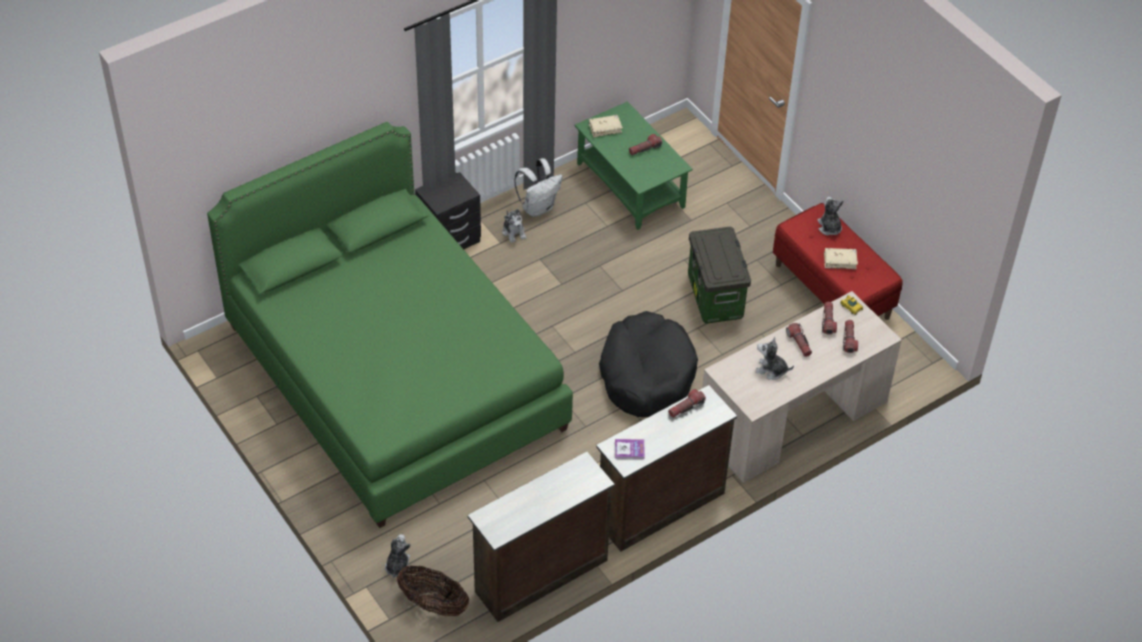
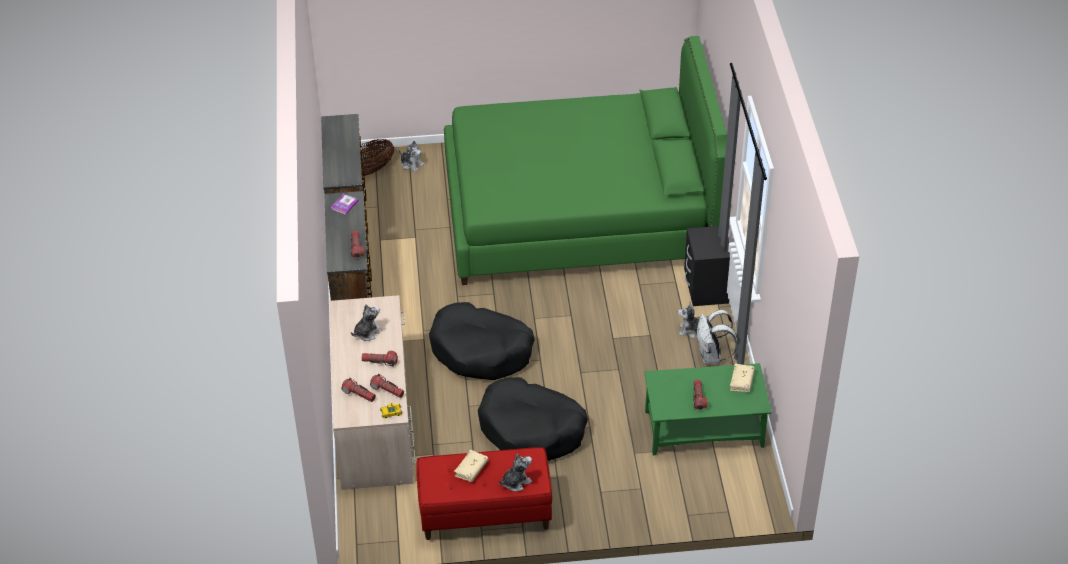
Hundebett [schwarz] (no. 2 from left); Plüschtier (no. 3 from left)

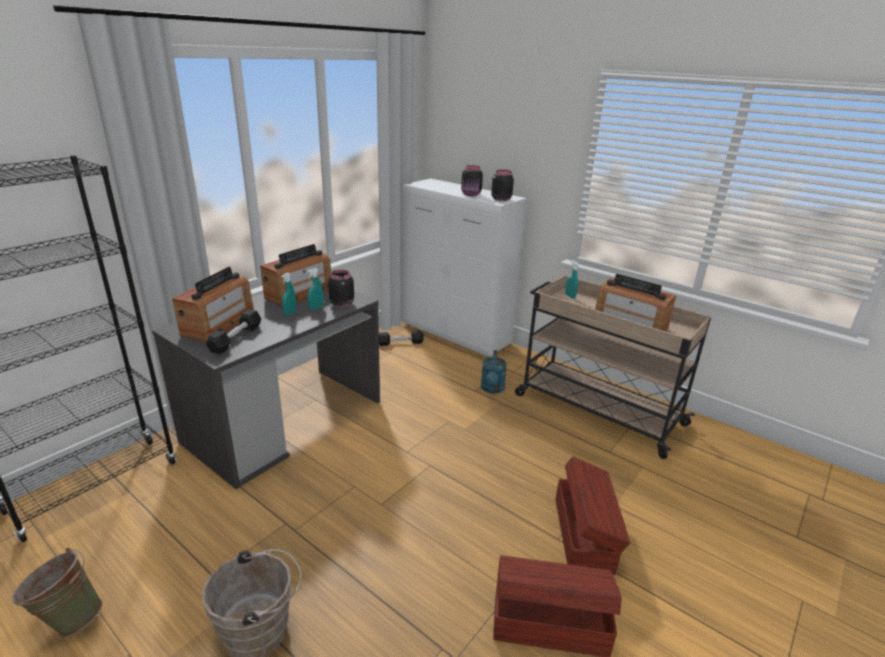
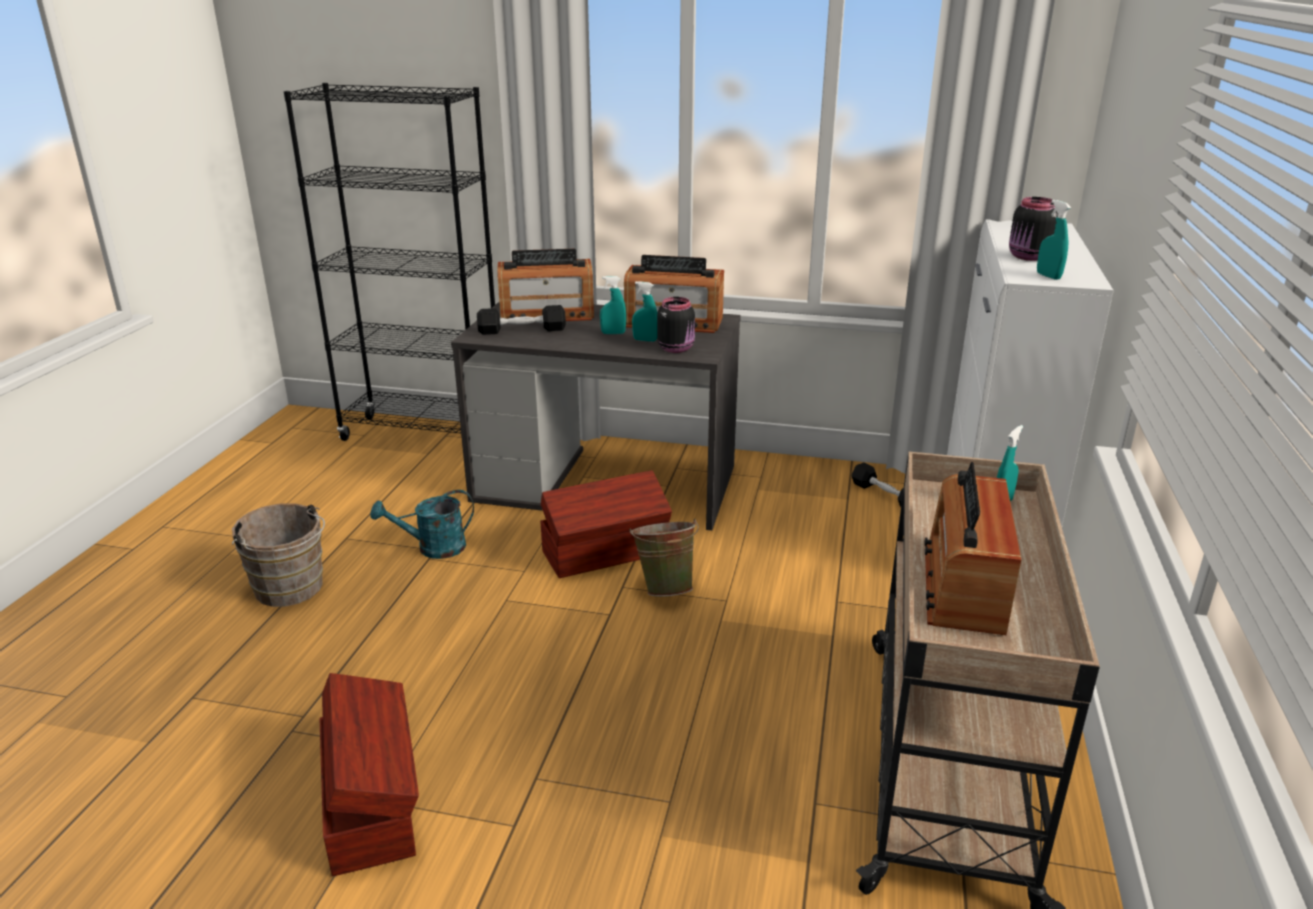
Gießkanne [türkis]; Aufbewahrungsbox [braun] (no. 2 from left); Eimer [grün]; Sprühflasche [türkis] (no. 4 from left)

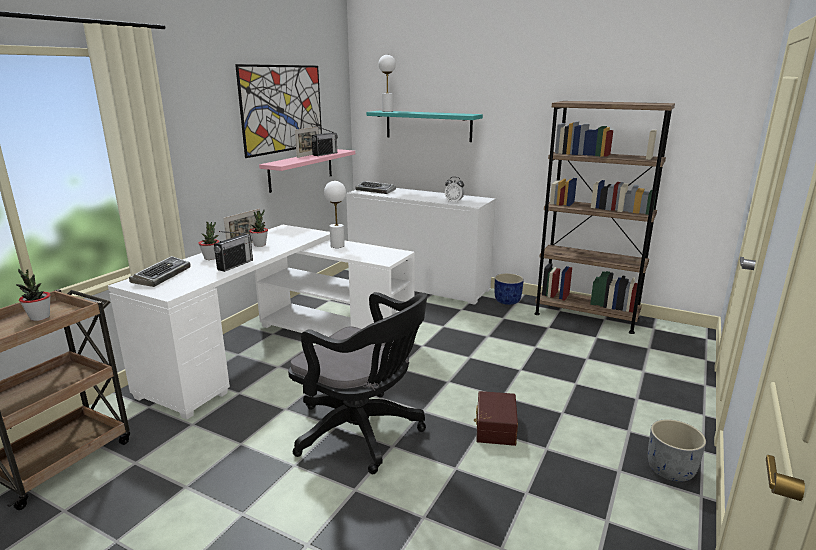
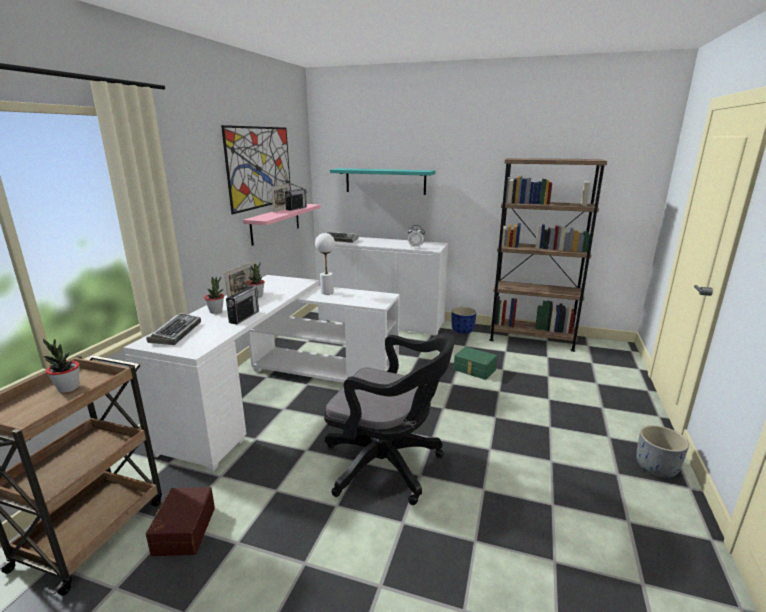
Aufbewahrungsbox [braun]; Aufbewahrungsbox [grün]; Tischlampe [weiß] (no. 2 from left in the first image)

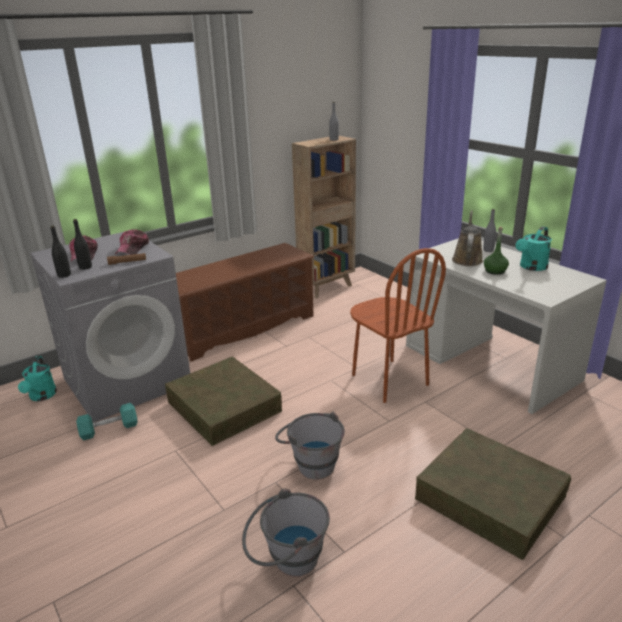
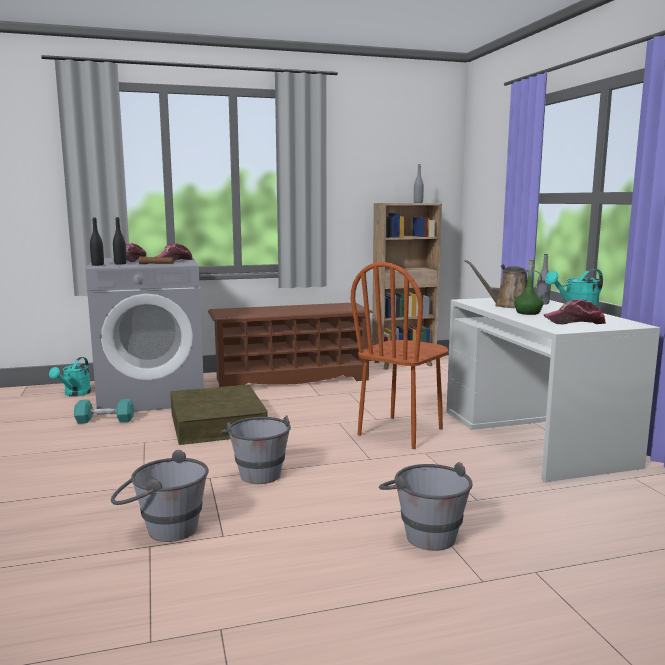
Stuhl [braun]; Eimer [grau] (no. 3 from left); Gießkanne [braun]; Kappe (no. 3 from left)

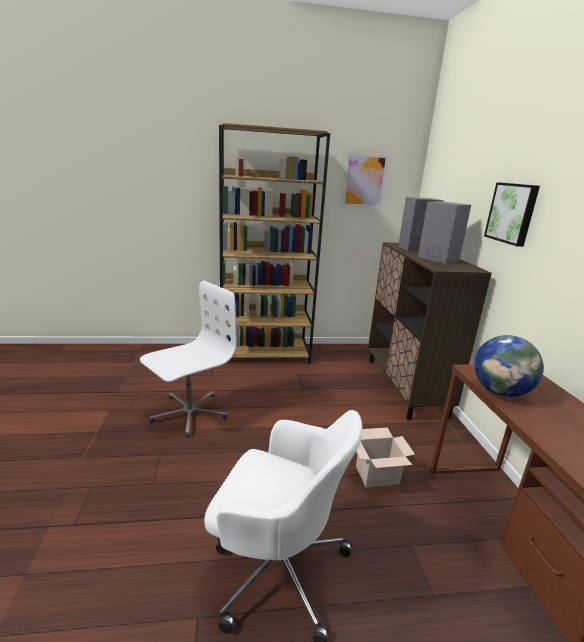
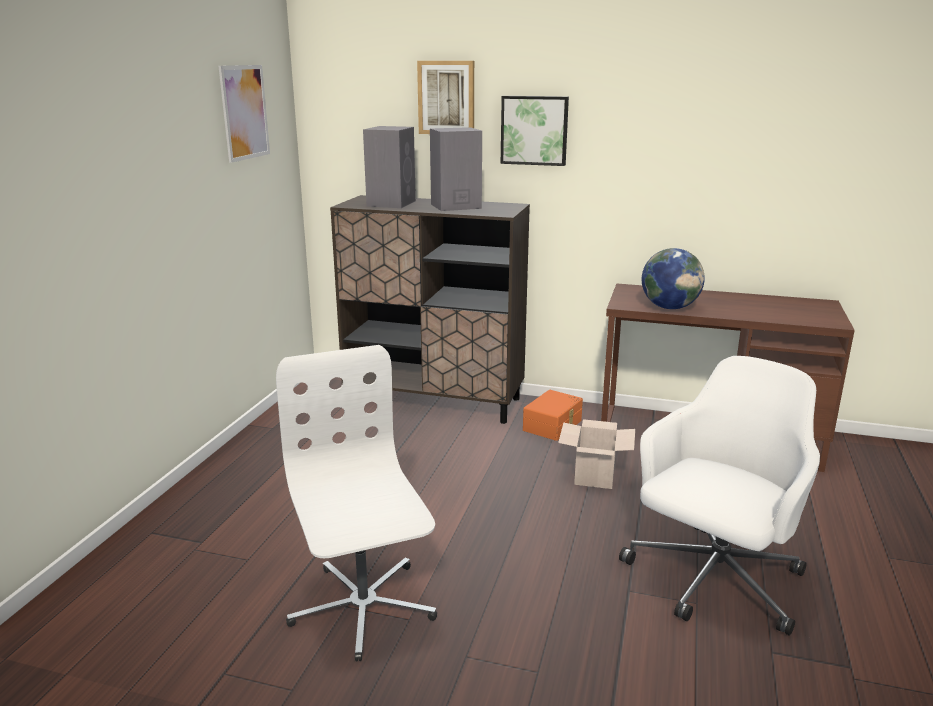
Bild (no. 2 from left); Aufbewahrungsbox [orange]; Bücherregal [braun]

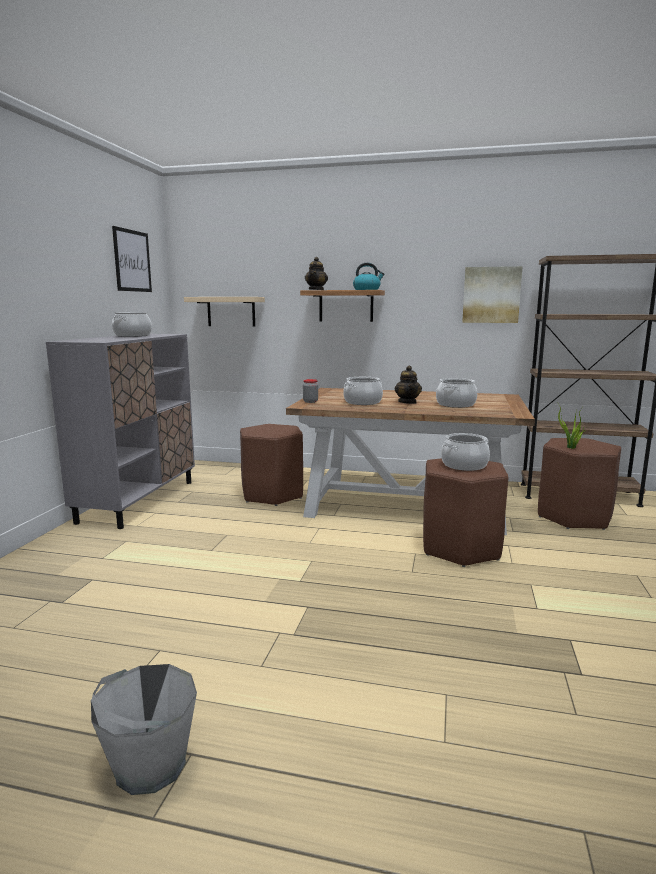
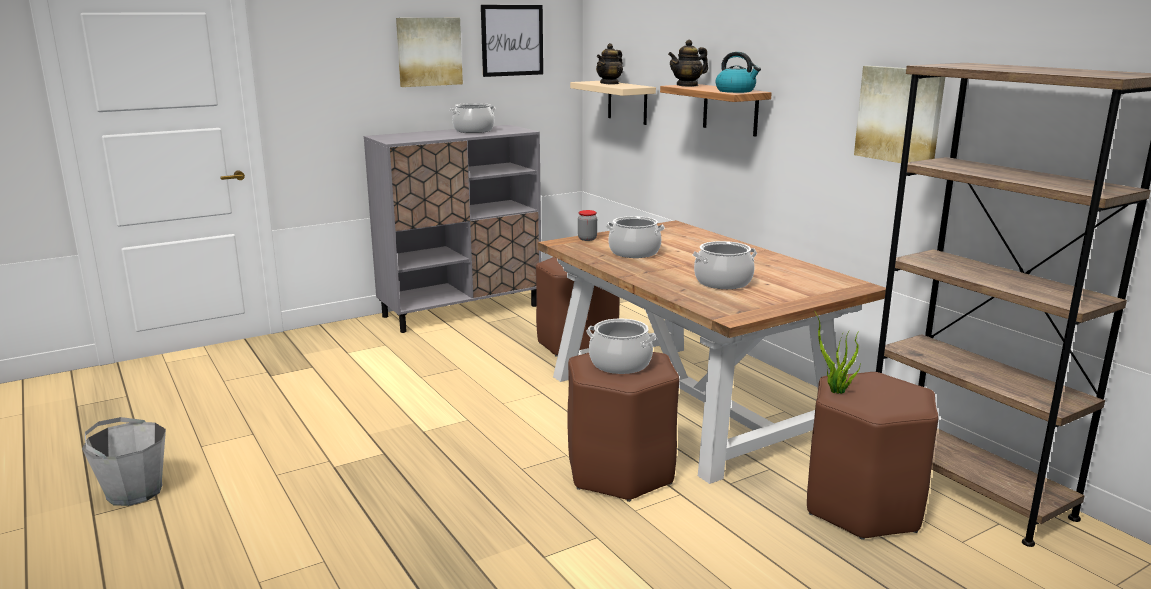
Bild (no. 1 from left); Teekanne (no. 1 from left)

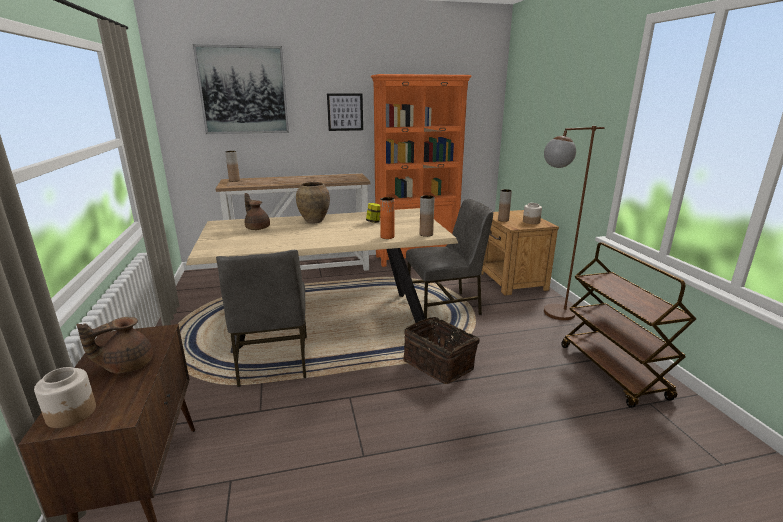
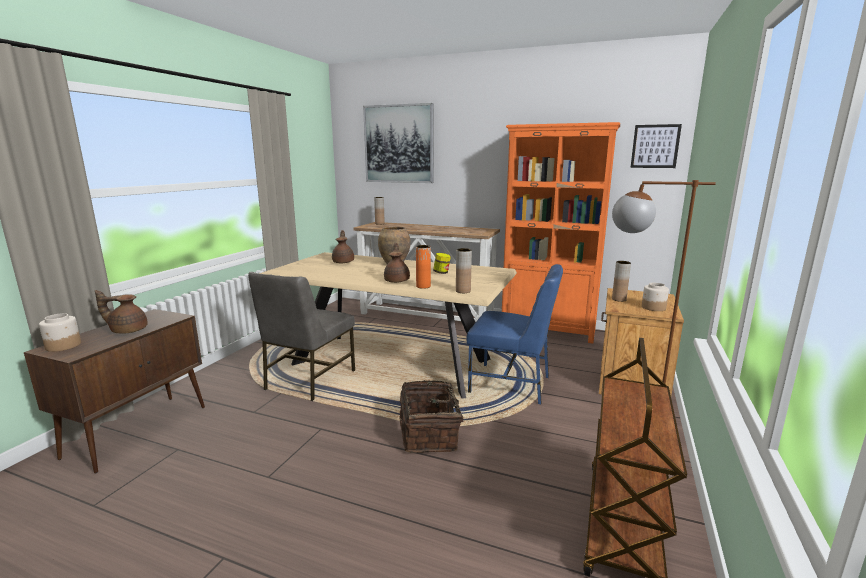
Teekanne [braun] (no. 3 from left); Stuhl [blau]; Bild (no. 2 from left)

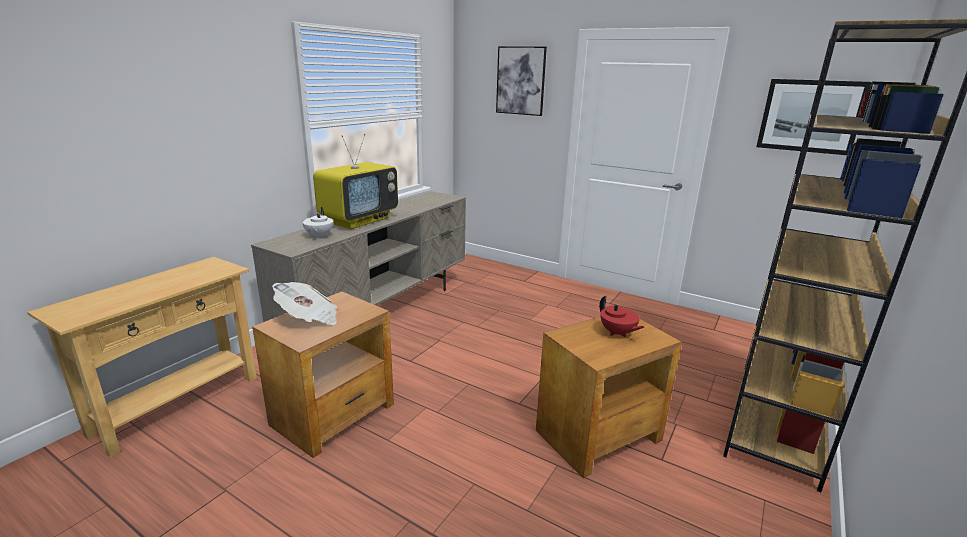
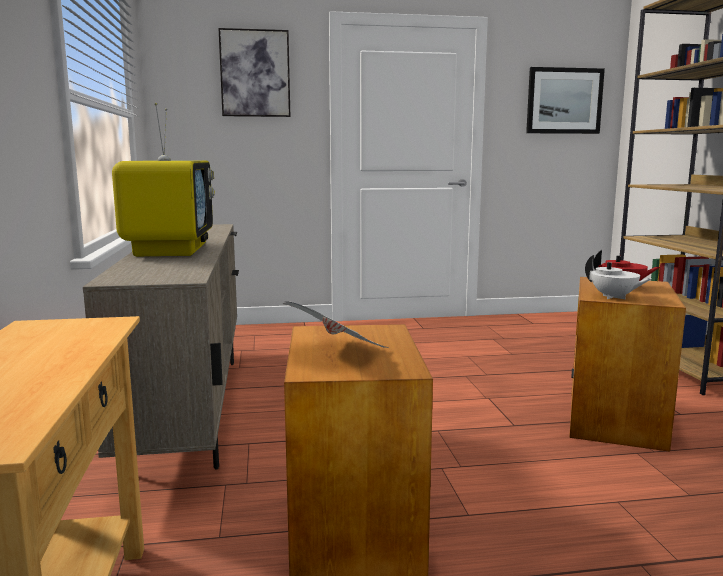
Teekanne [weiß]

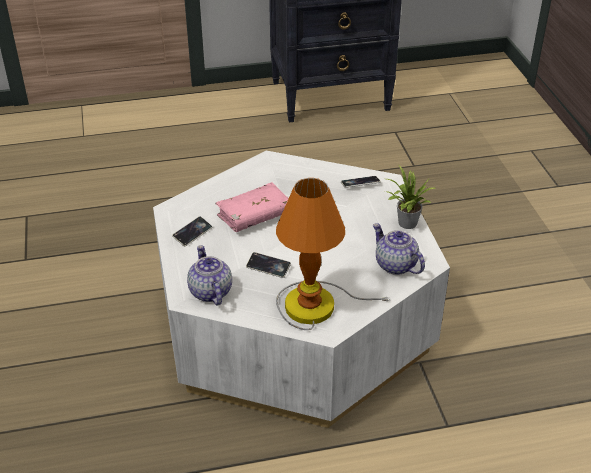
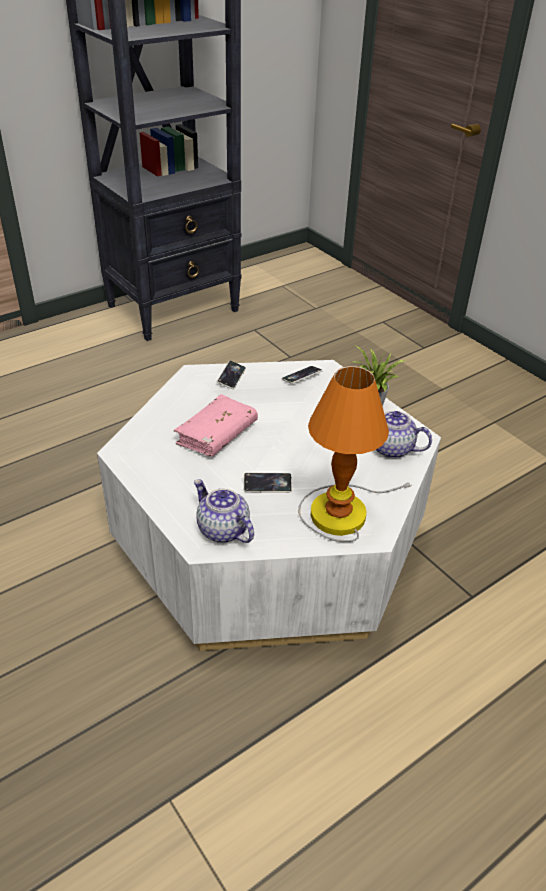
Handy (no. 1 from left)

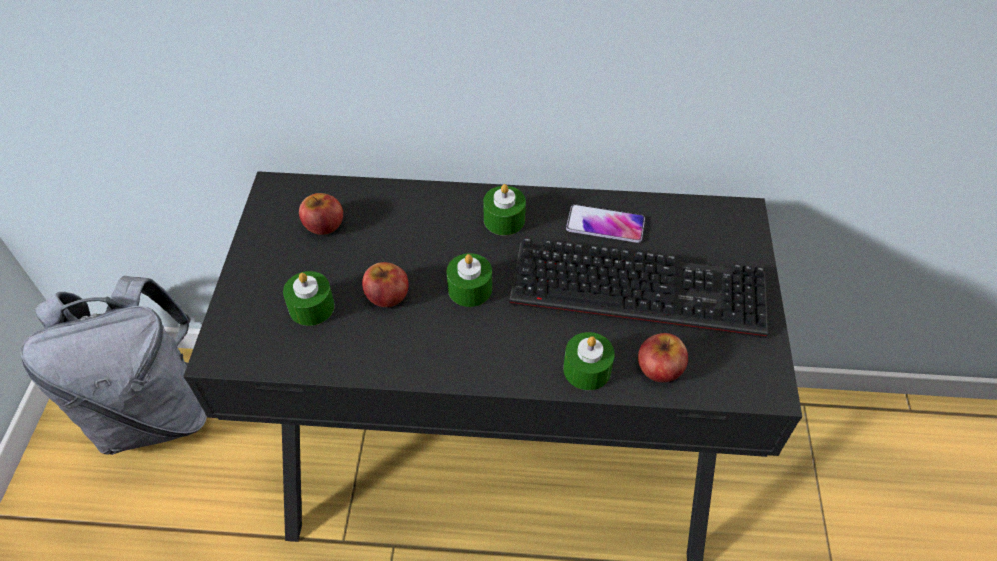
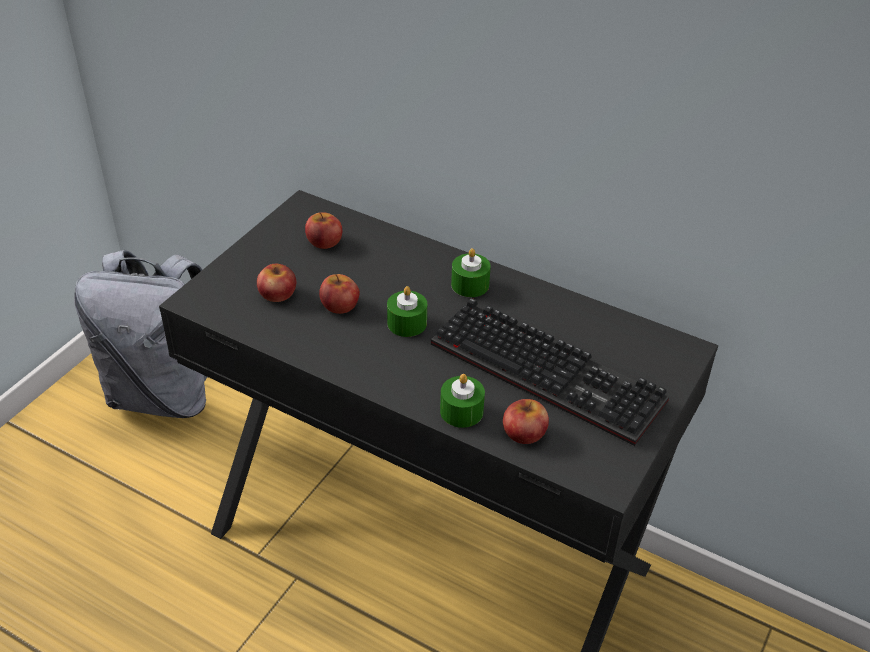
Apfel (no. 1 from left); Handy

